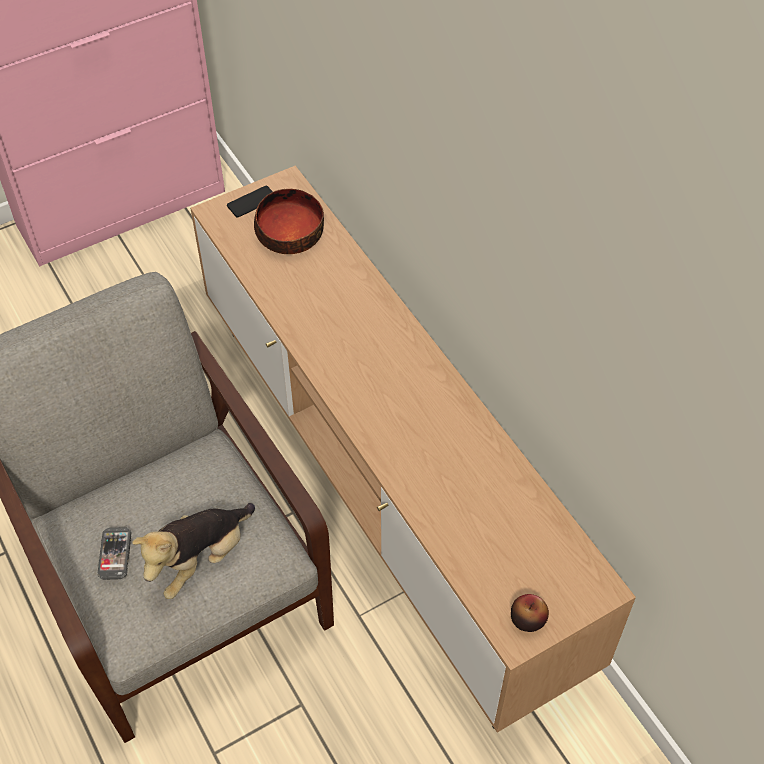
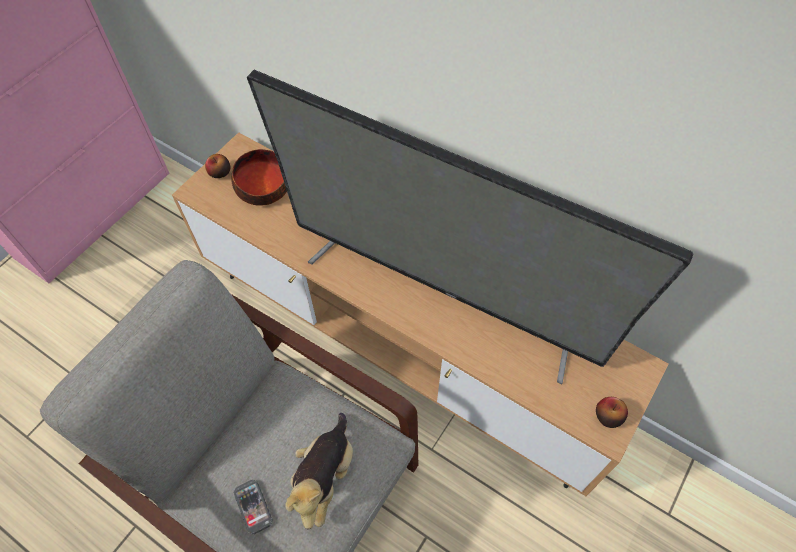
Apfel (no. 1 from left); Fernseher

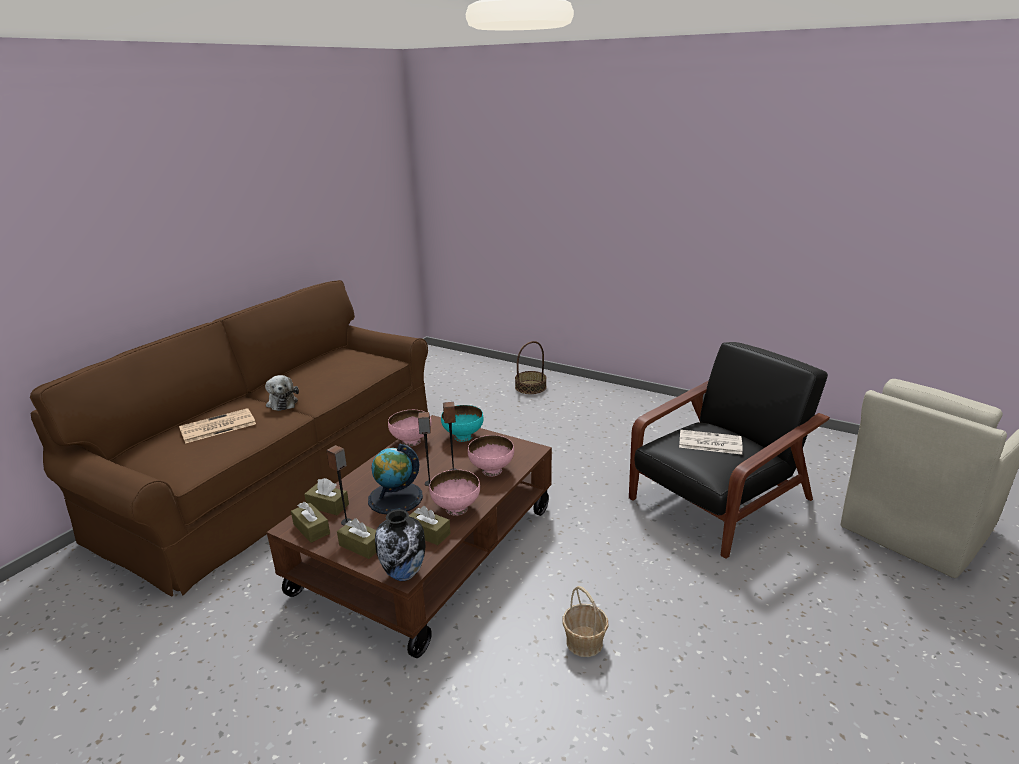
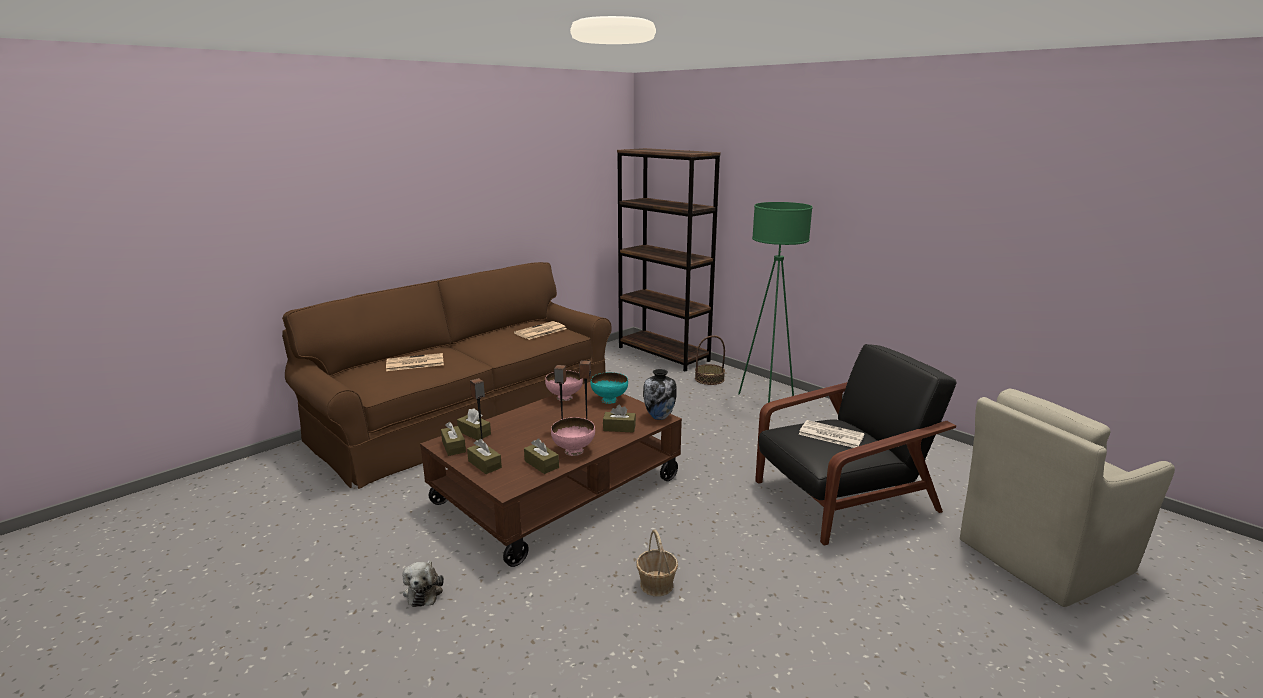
Plüschtier; Zeitung (no. 2 from left); Taschentuchbox [braun] (no. 5 from left); Bücherregal [braun]; Vase; Stehlampe [grün]; Globus

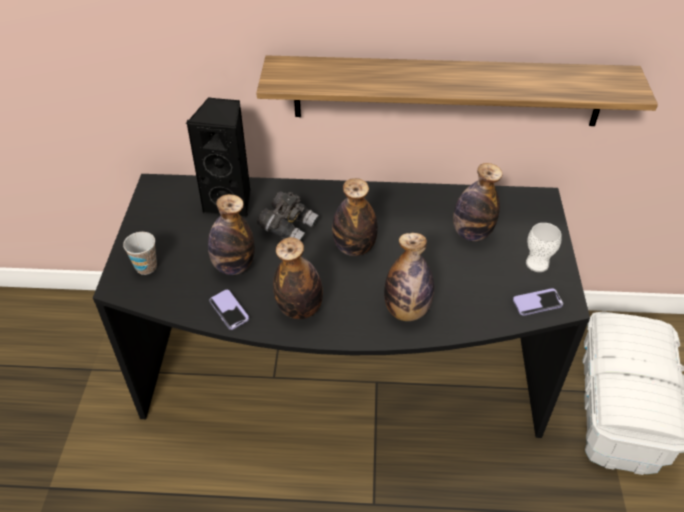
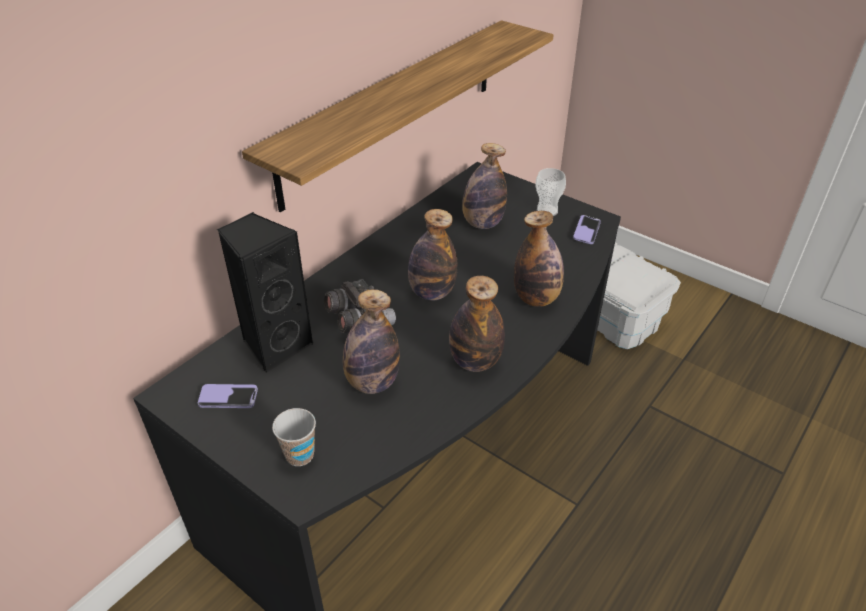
Handy (no. 1 from left)

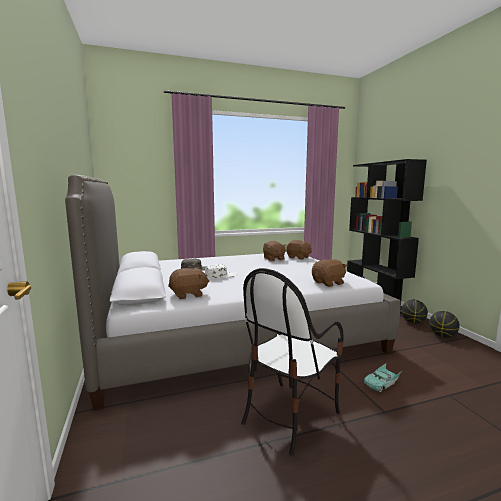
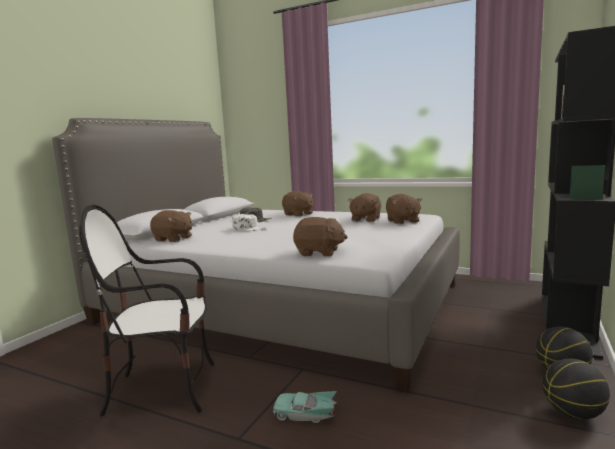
Plüschtier [braun] (no. 2 from left)

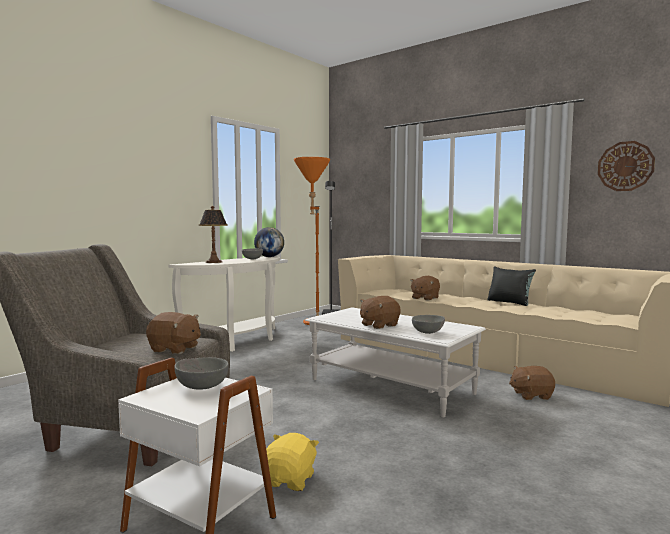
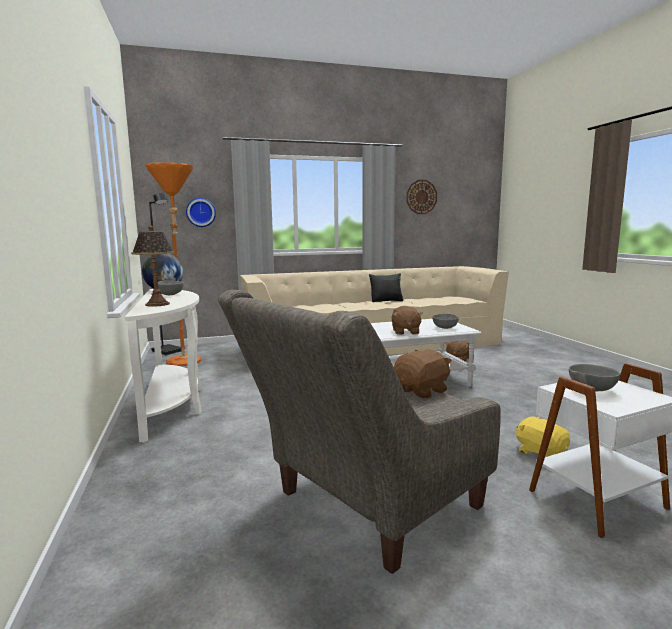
Wanduhr (no. 1 from left); Plüschtier [braun] (no. 3 from left in the first image)

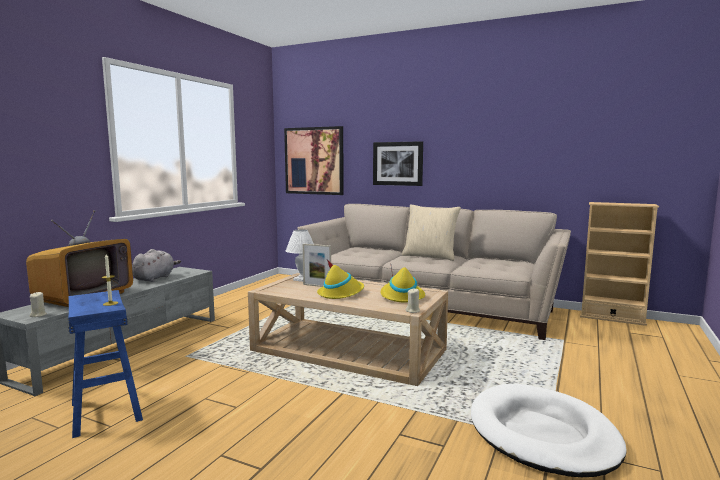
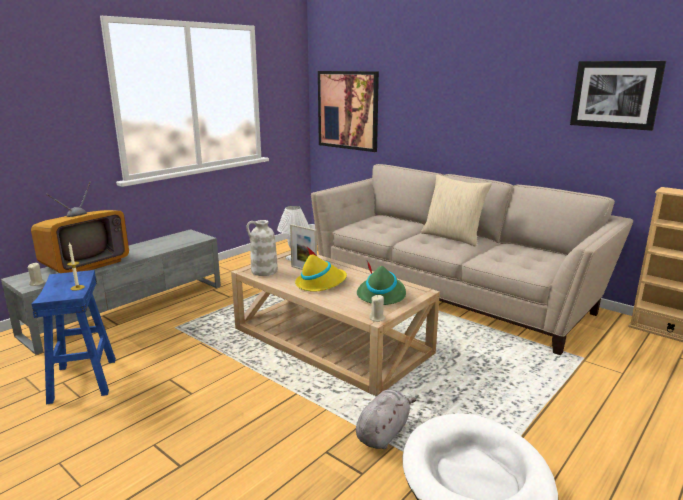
Vase [weiß]; Plüschtier [grau]; Hut [grün]; Bild (no. 2 from left)

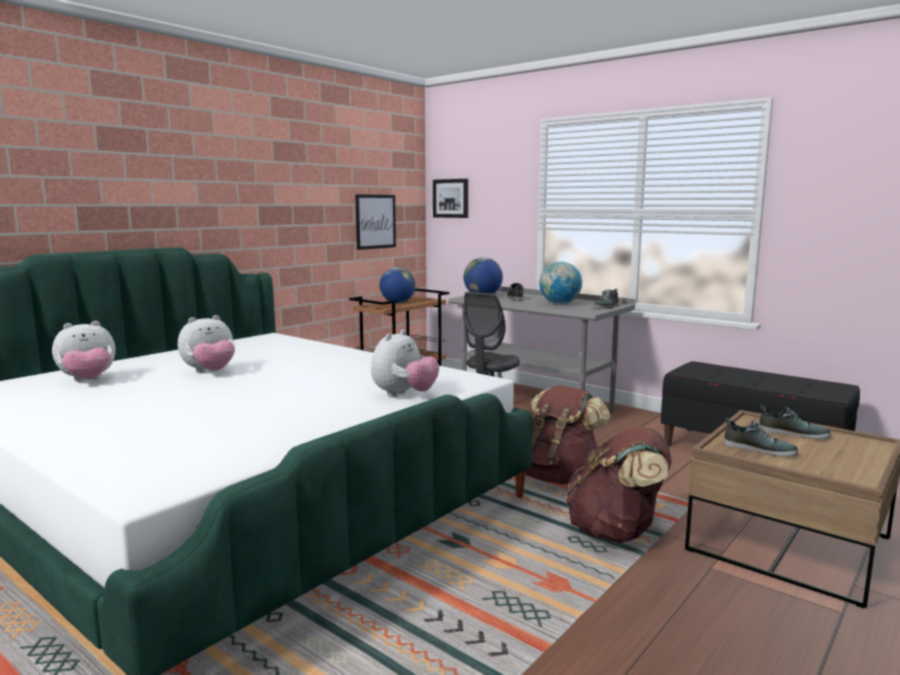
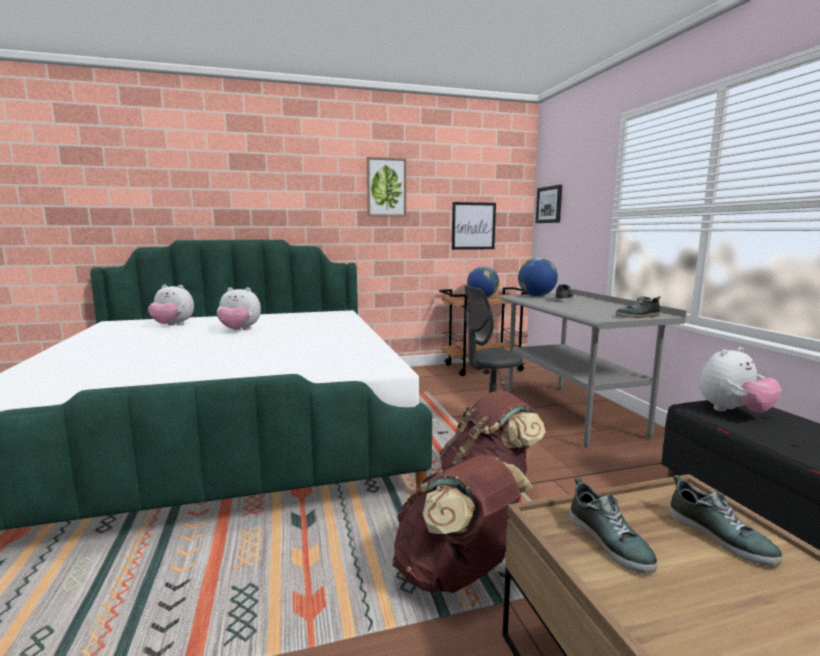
Bild (no. 1 from left); Plüschtier (no. 3 from left); Globus (no. 3 from left in the first image)

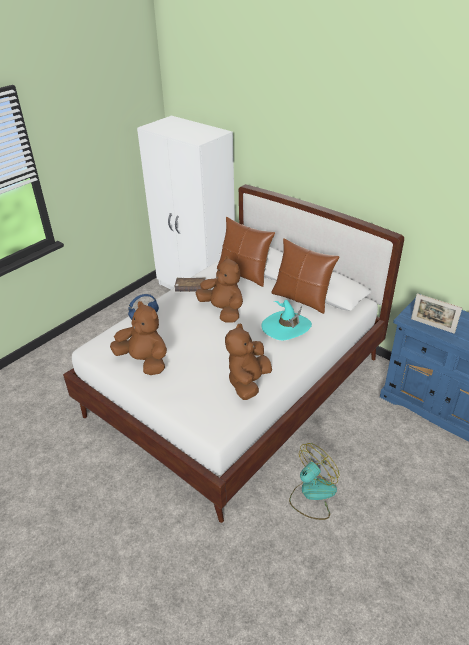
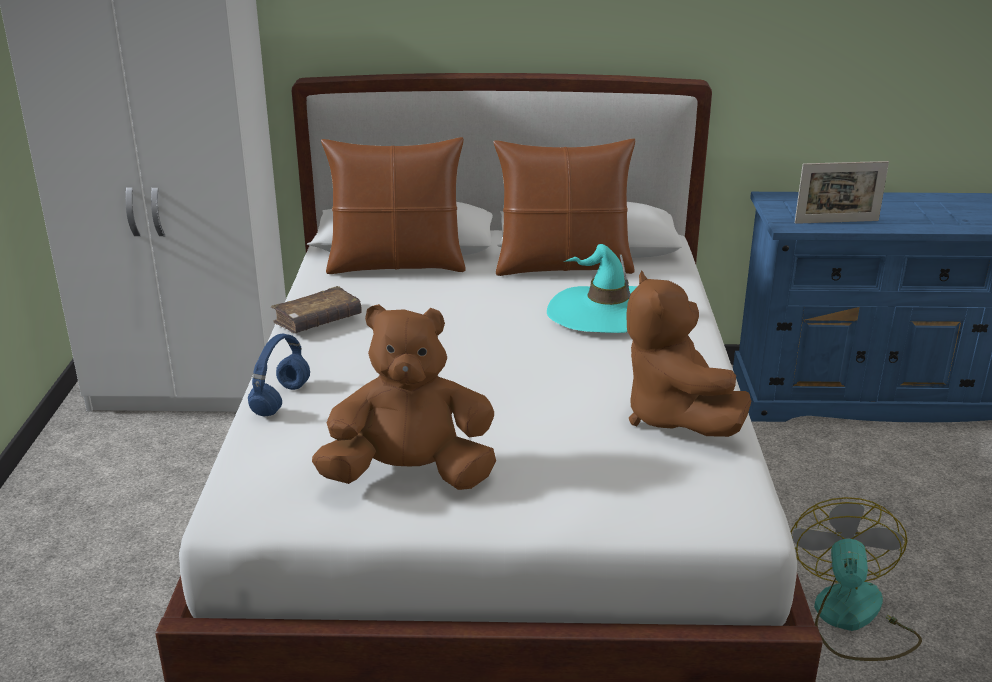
Plüschtier [braun] (no. 2 from left in the first image)

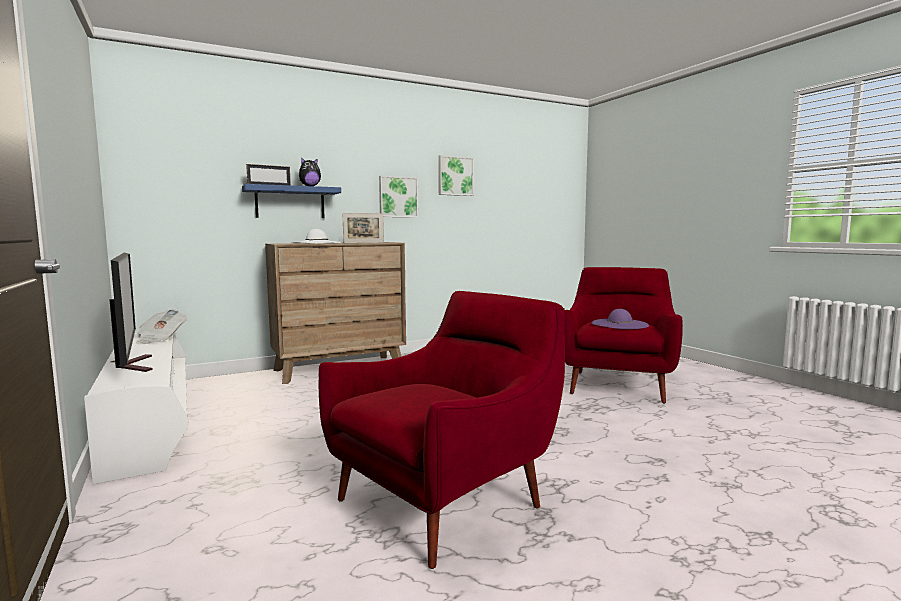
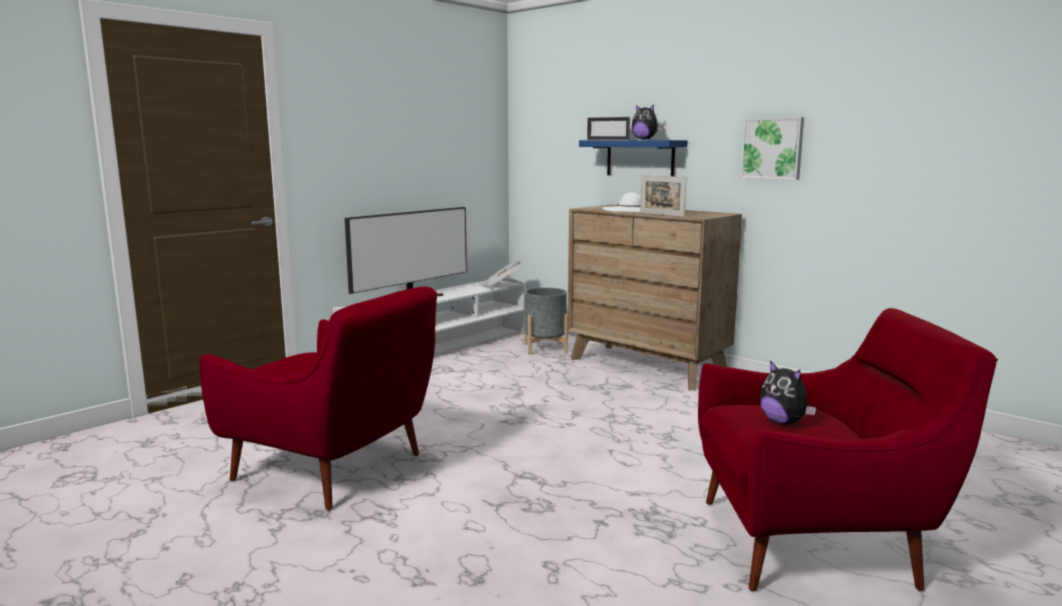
Pflanzkübel [grau]; Plüschtier (no. 2 from left); Bild (no. 2 from left in the first image)

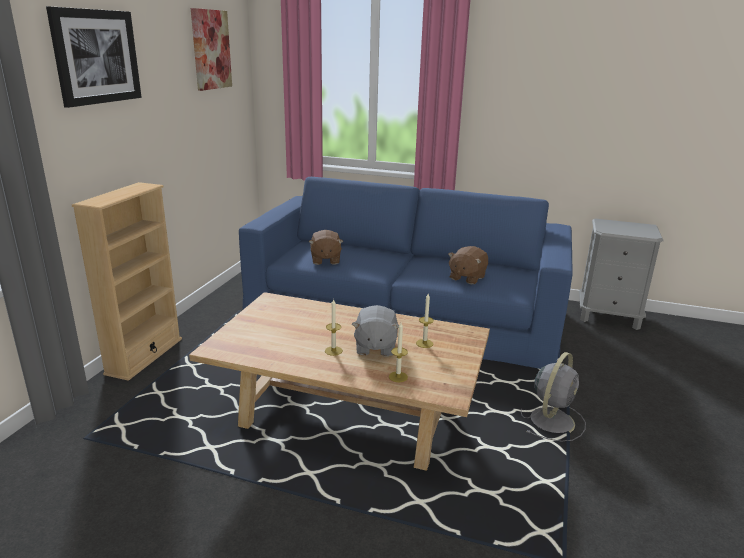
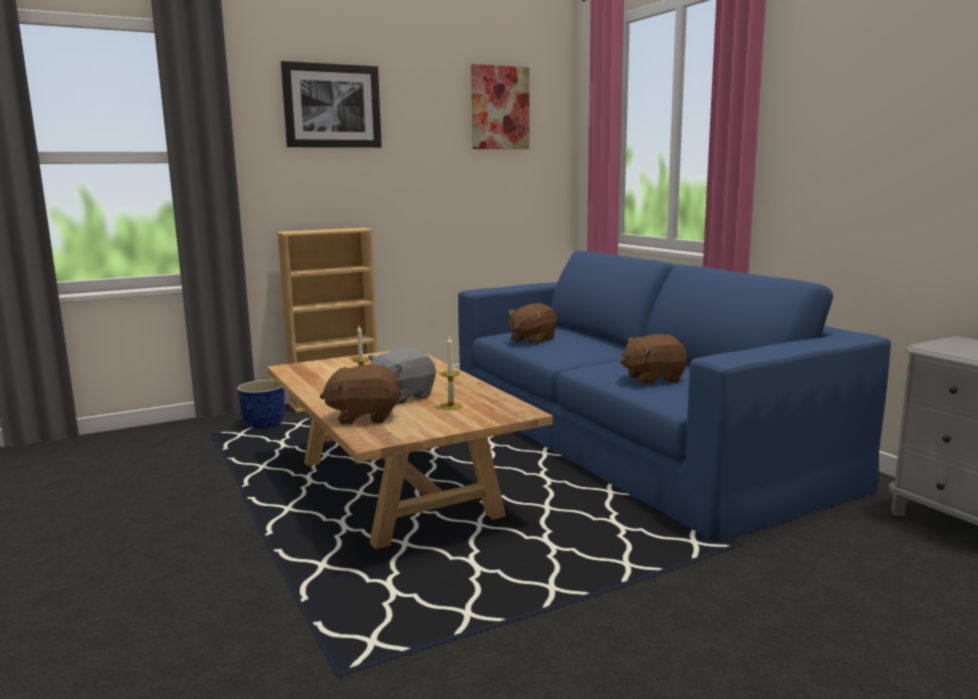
Pflanzkübel; Plüschtier [braun] (no. 1 from left); Ventilator [grau]

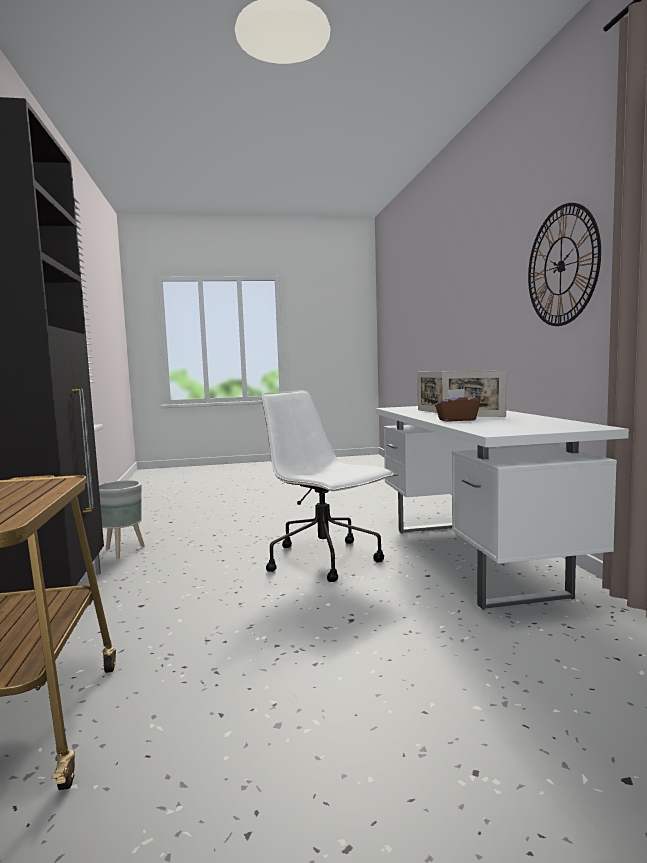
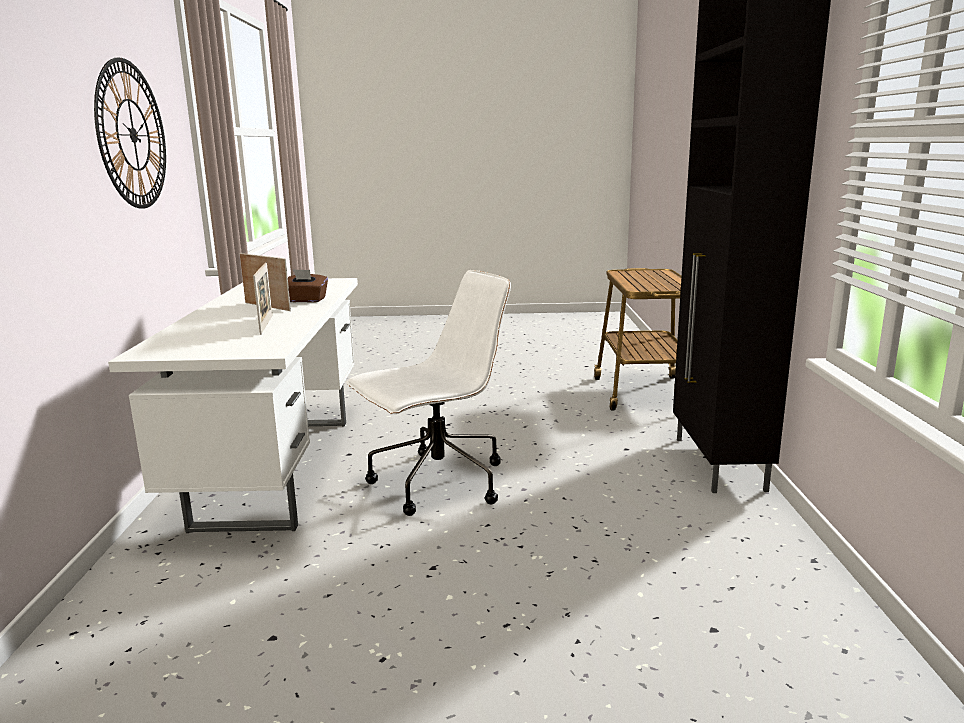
Bürostuhl [weiß]; Pflanzkübel [grau]

